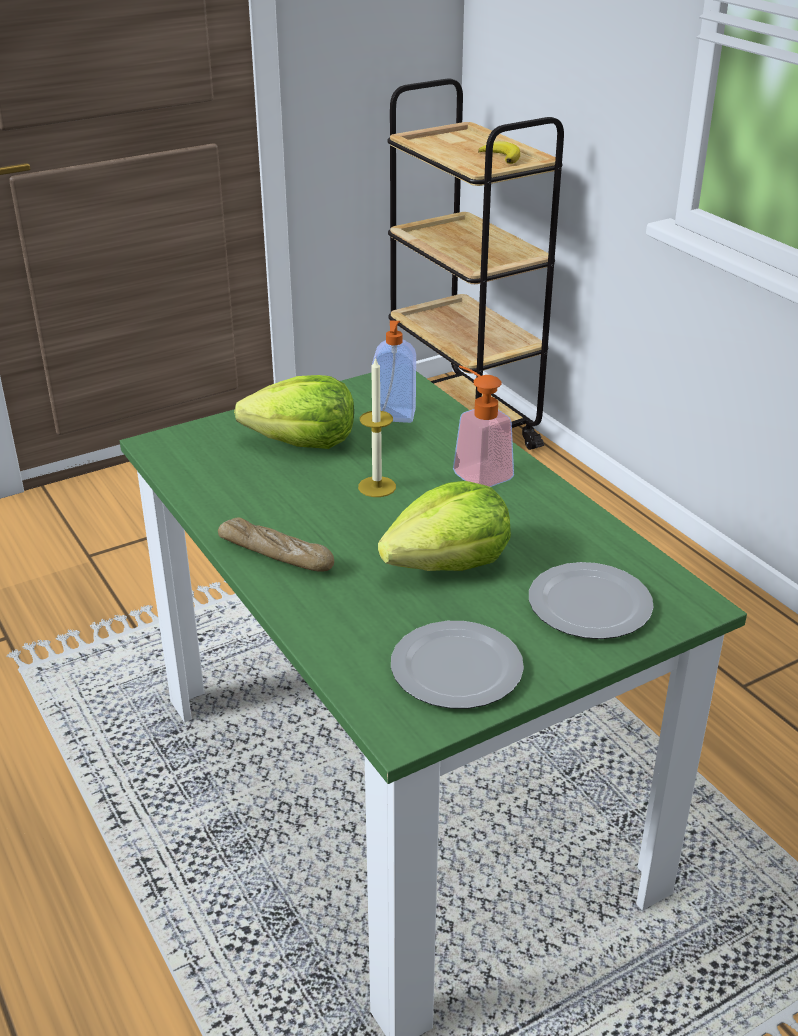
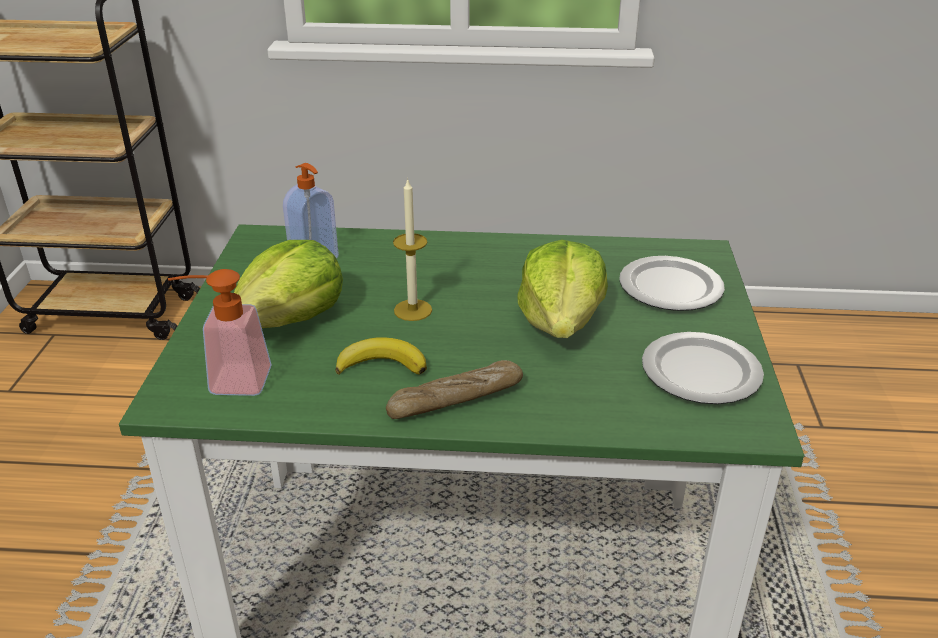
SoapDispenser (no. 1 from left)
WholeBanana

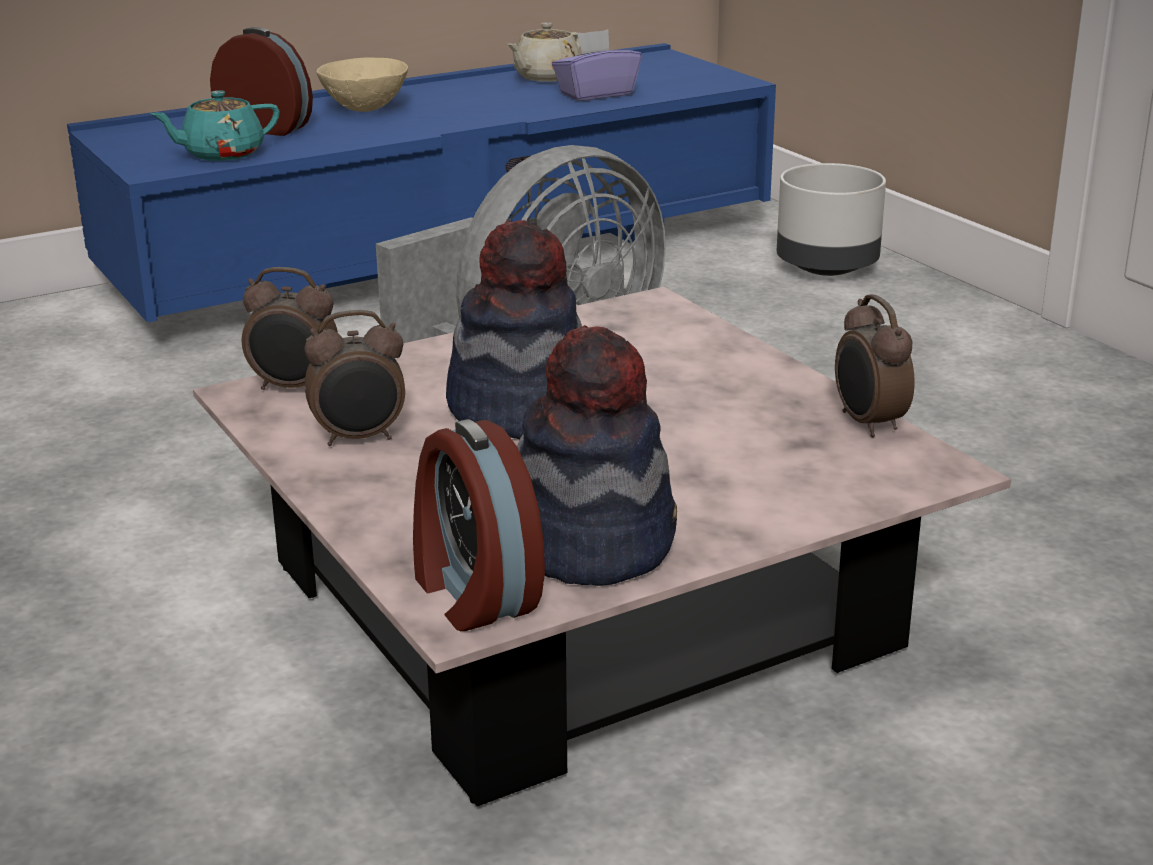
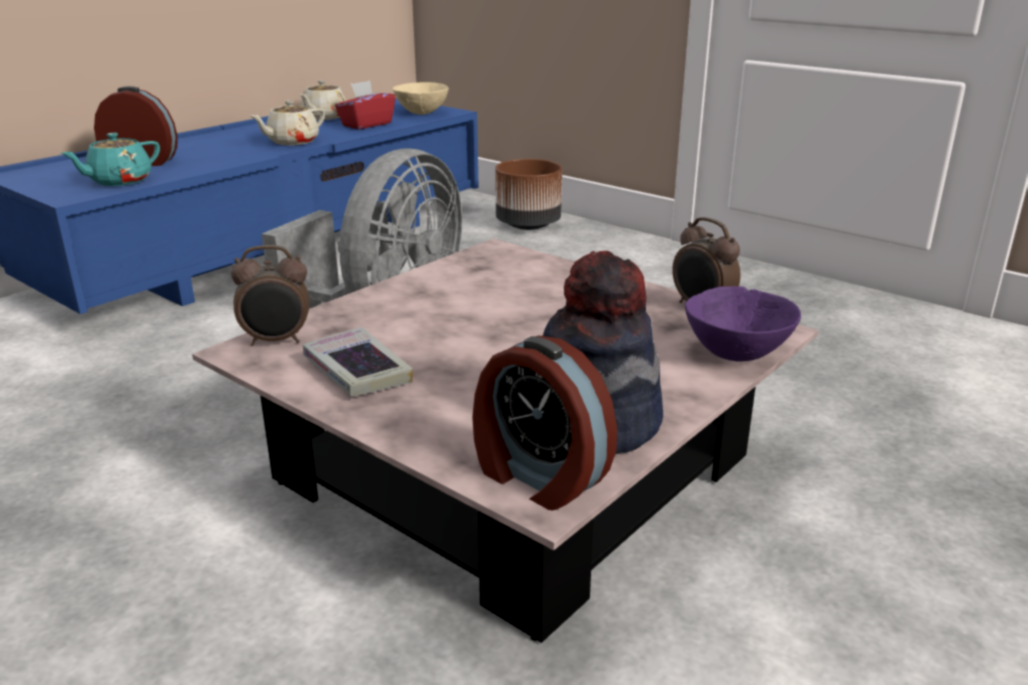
Book
BeigeColouredServingBowl
Hat (no. 1 from left in the first image)
RedTissueBox
BrownColouredFlowerPot
BeigeColouredTeapot (no. 1 from left)
PurpleServingBowl

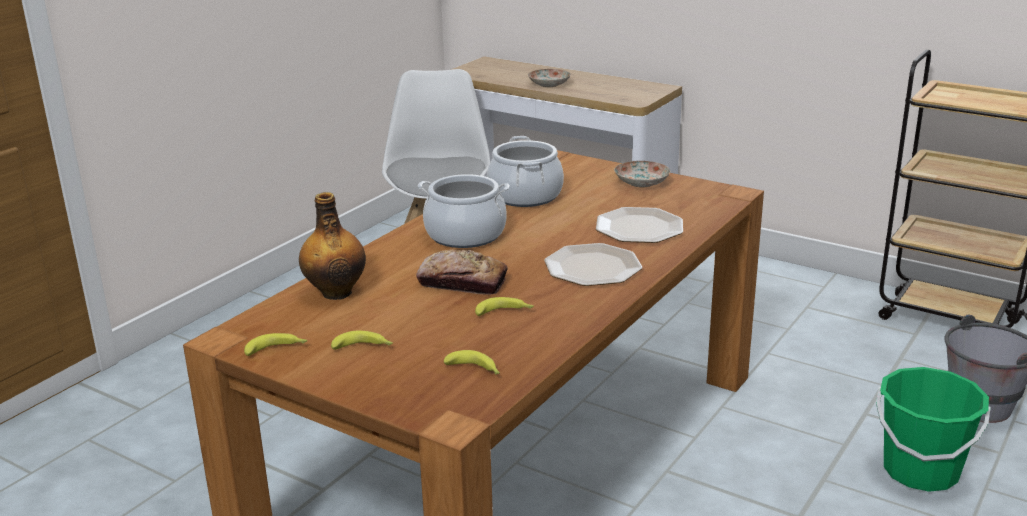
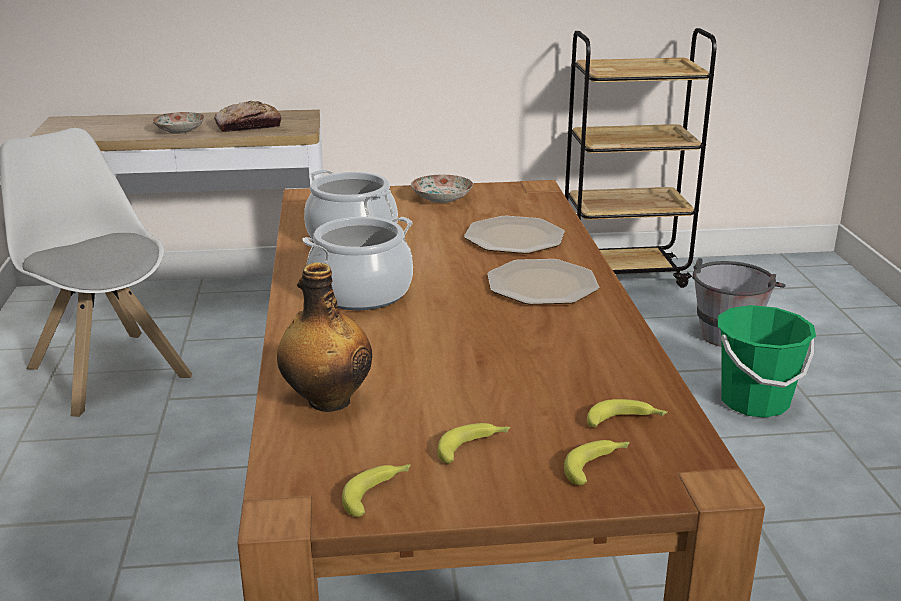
Bread
WholeBanana (no. 3 from left)

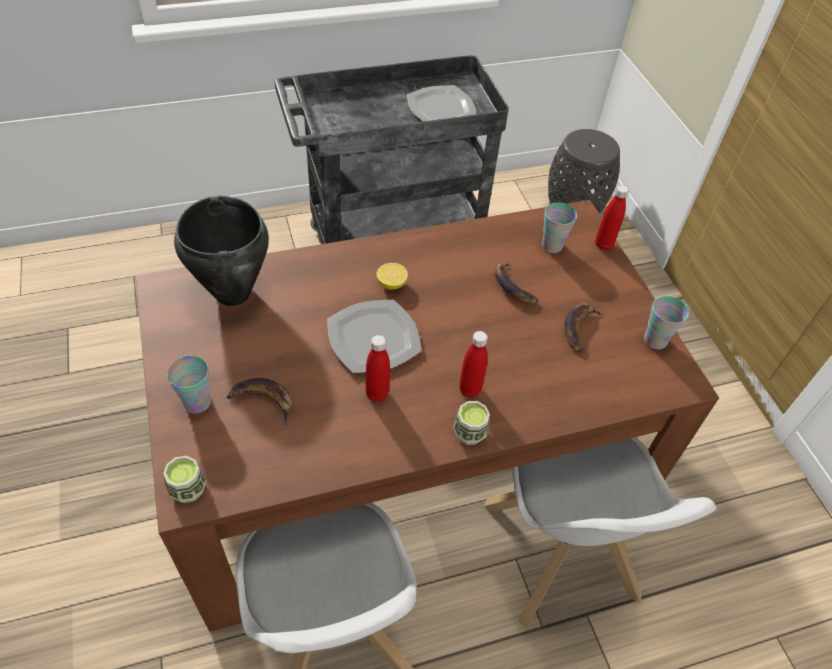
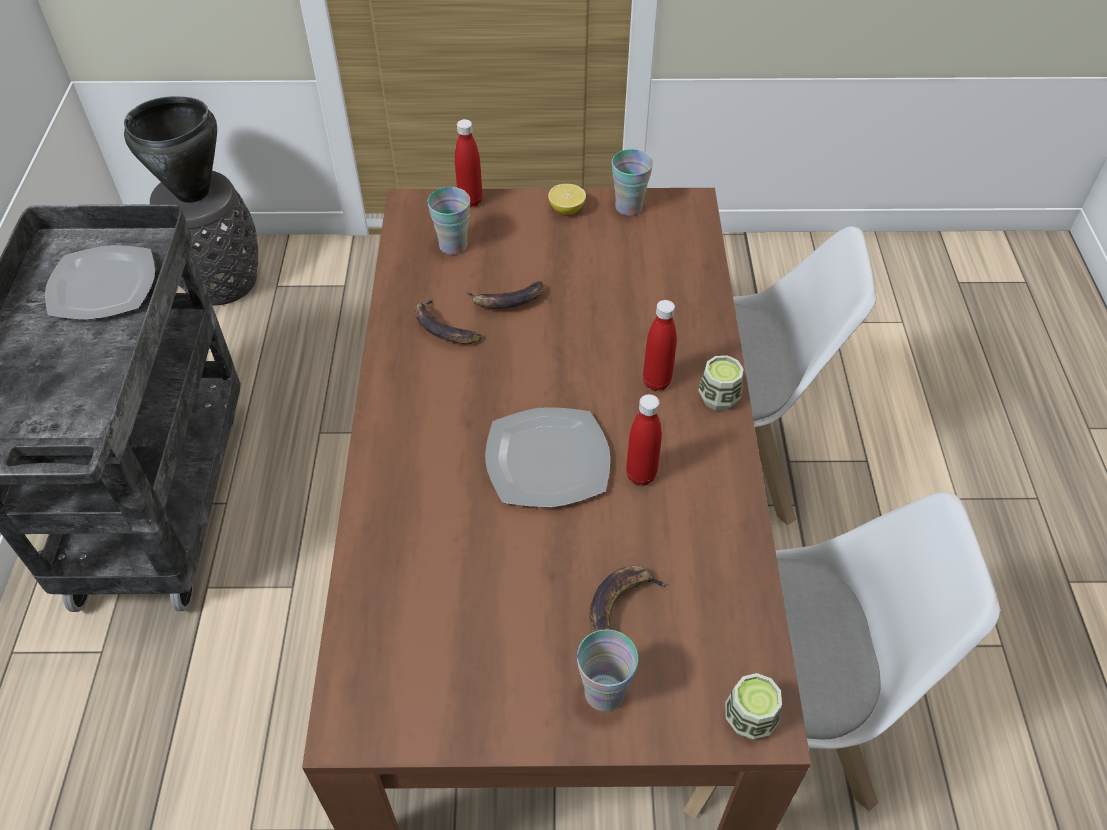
BlackColouredCookingPot
CitrusFruit
WholeBanana (no. 1 from left)

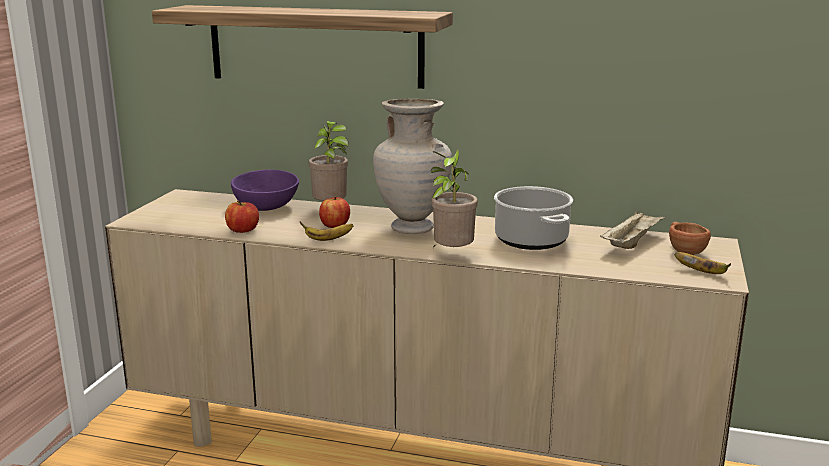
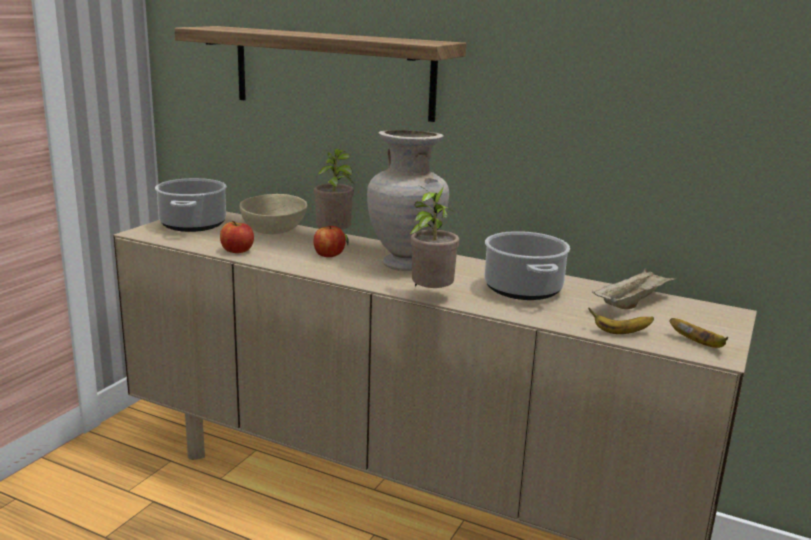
BeigeColouredServingBowl
WholeBanana (no. 1 from left)
BrownColouredSmallCup
CookingPot (no. 1 from left)

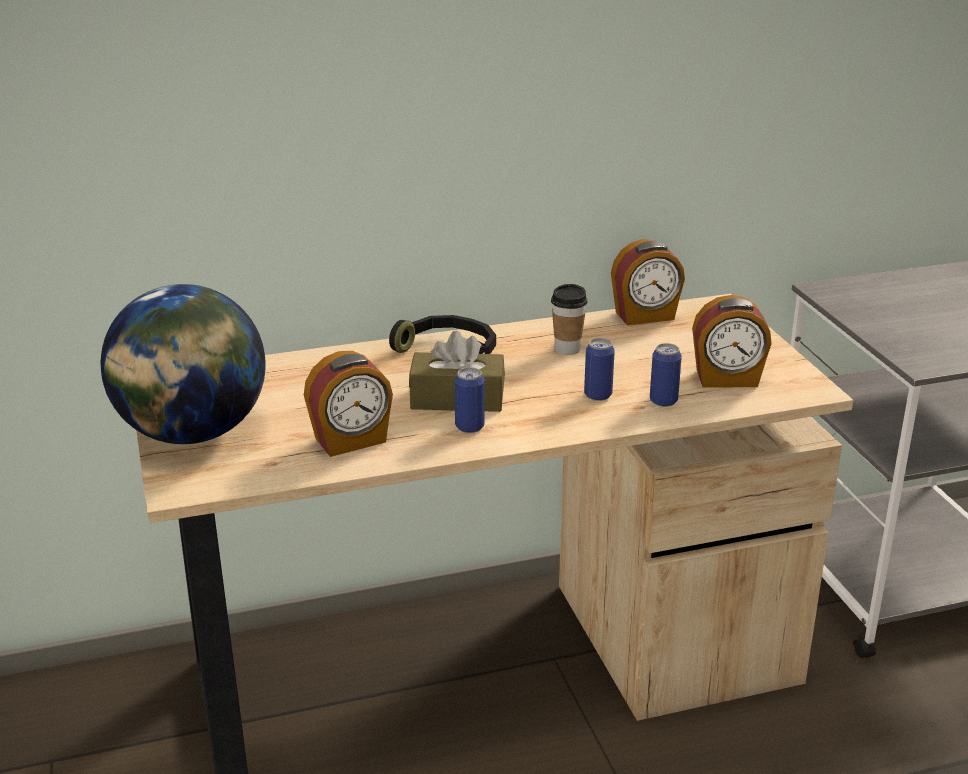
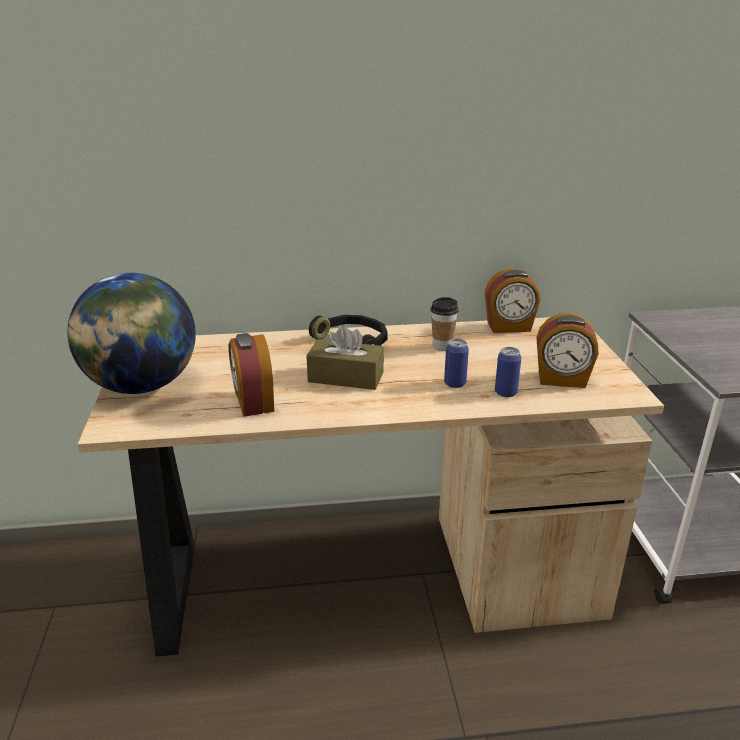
AlarmClock (no. 1 from left)
MetalCan (no. 1 from left in the first image)

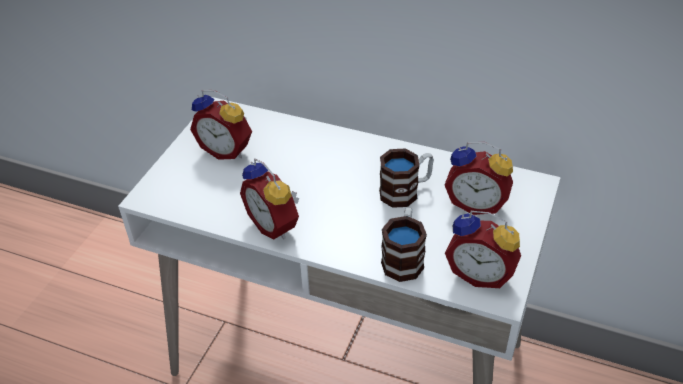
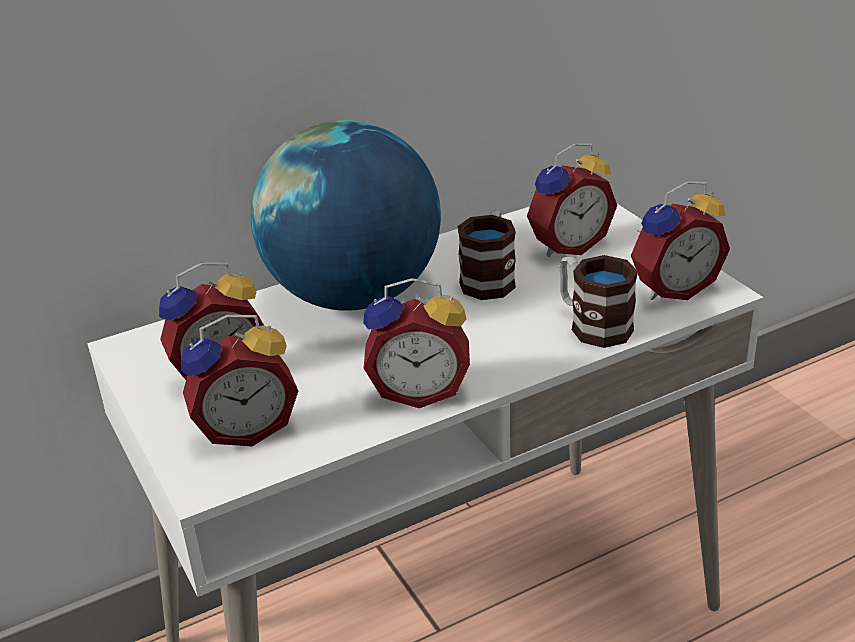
AlarmClock (no. 2 from left)
WorldGlobe

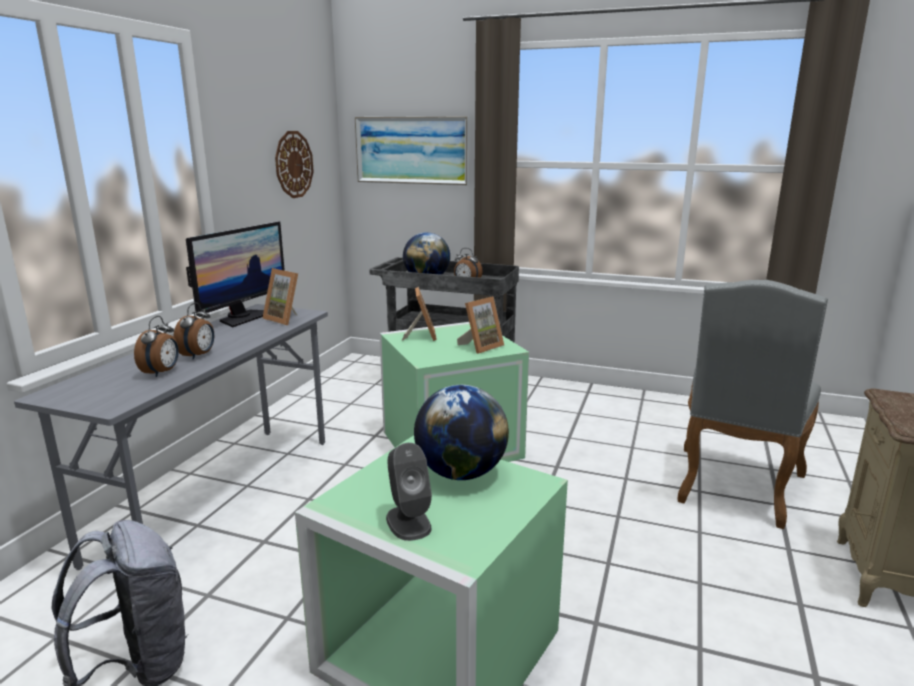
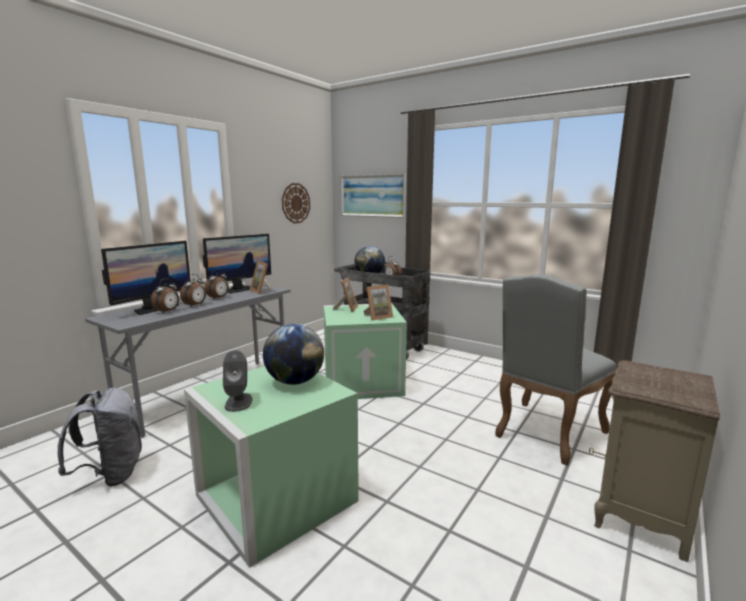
ComputerScreen (no. 1 from left)
AlarmClock (no. 3 from left)

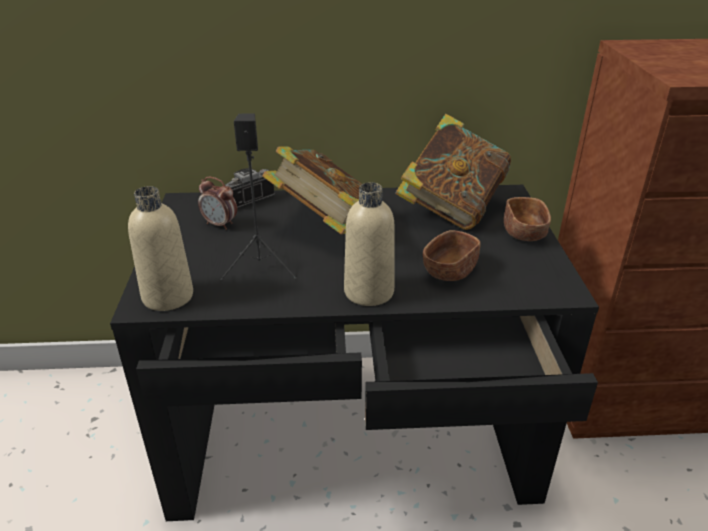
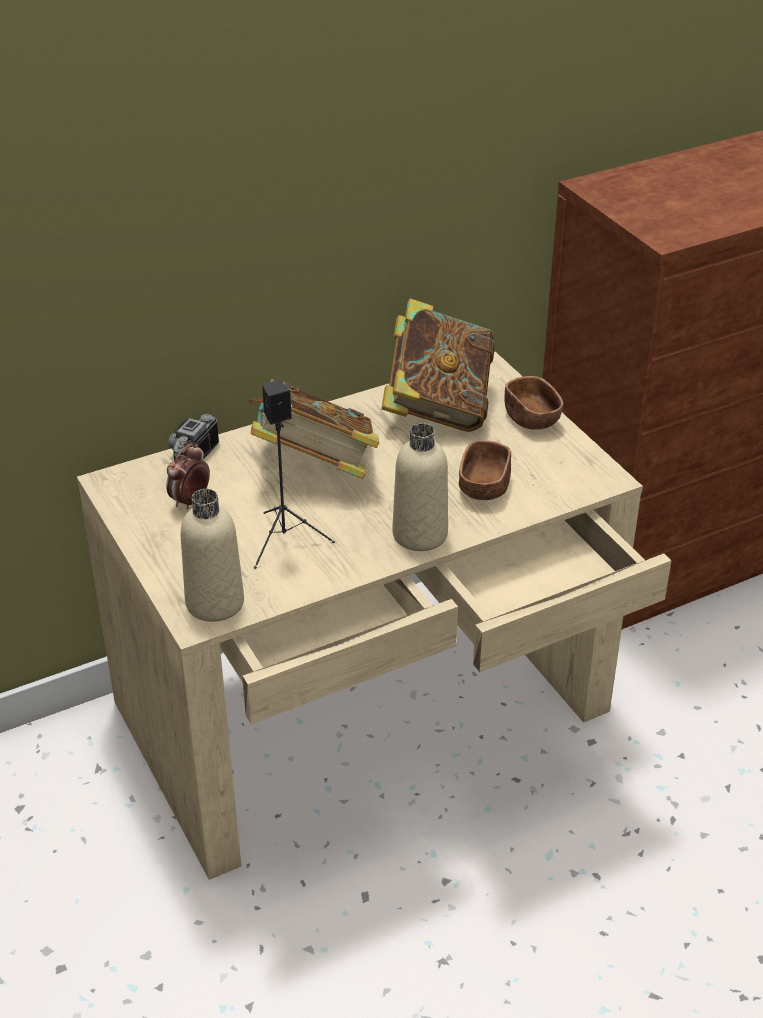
BeigeColouredDesk
AlarmClock

